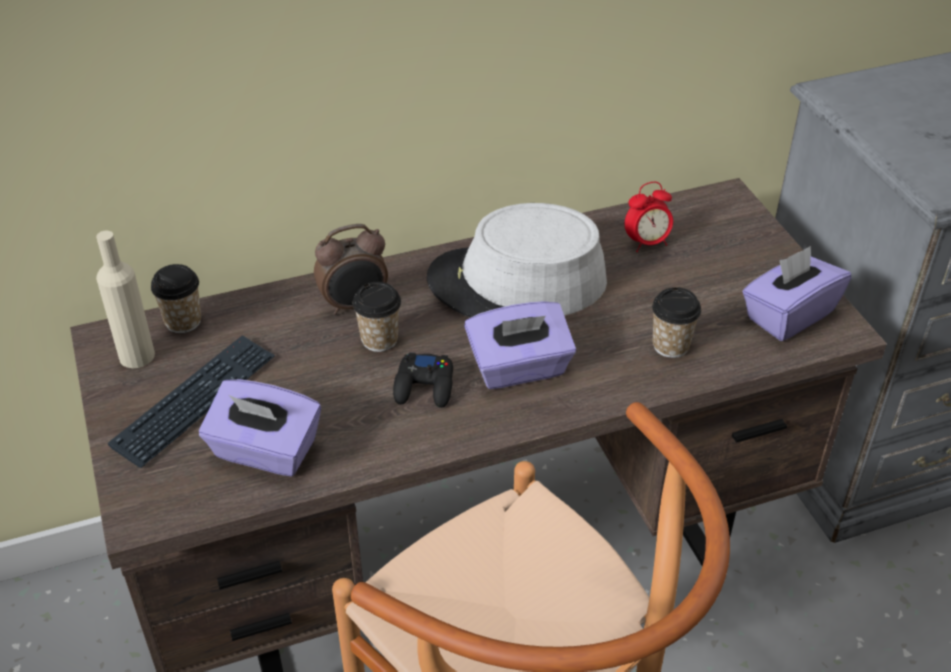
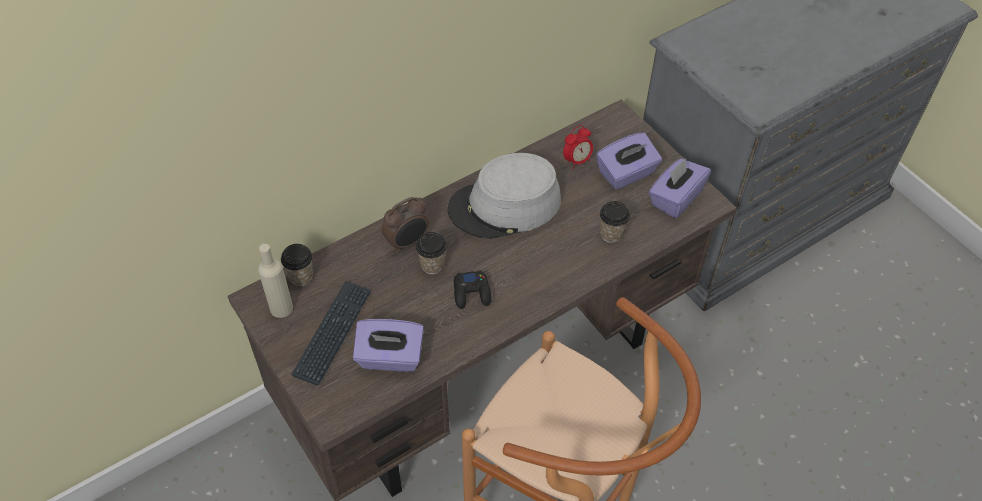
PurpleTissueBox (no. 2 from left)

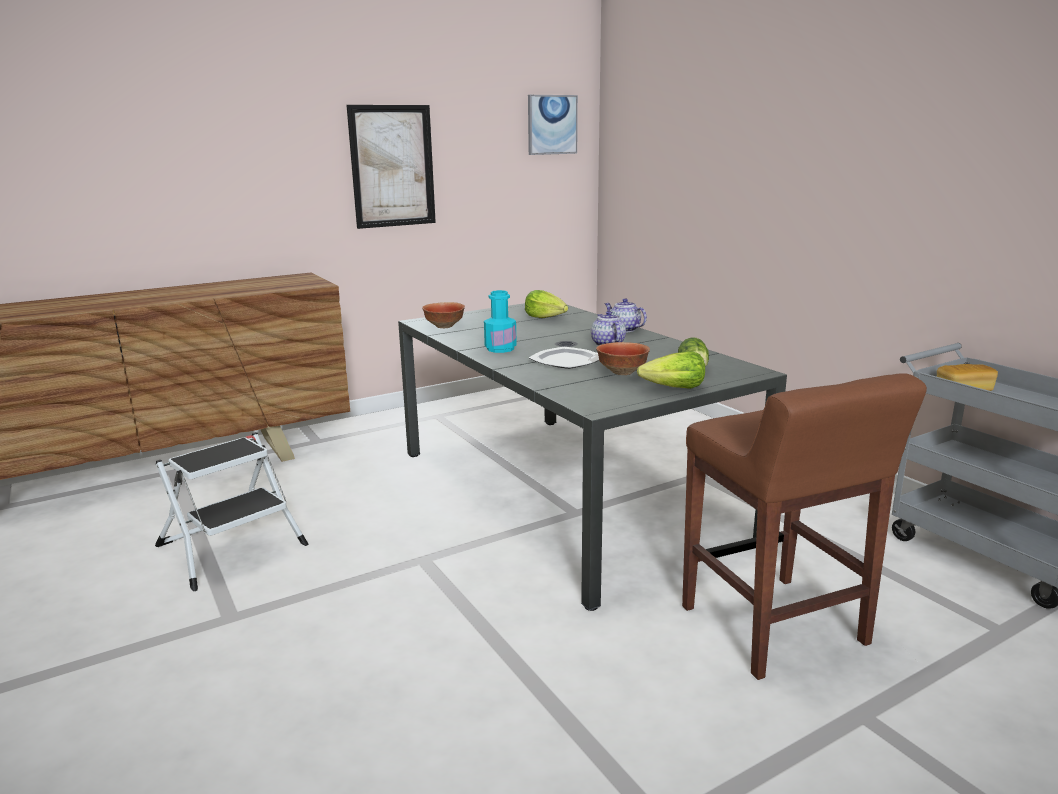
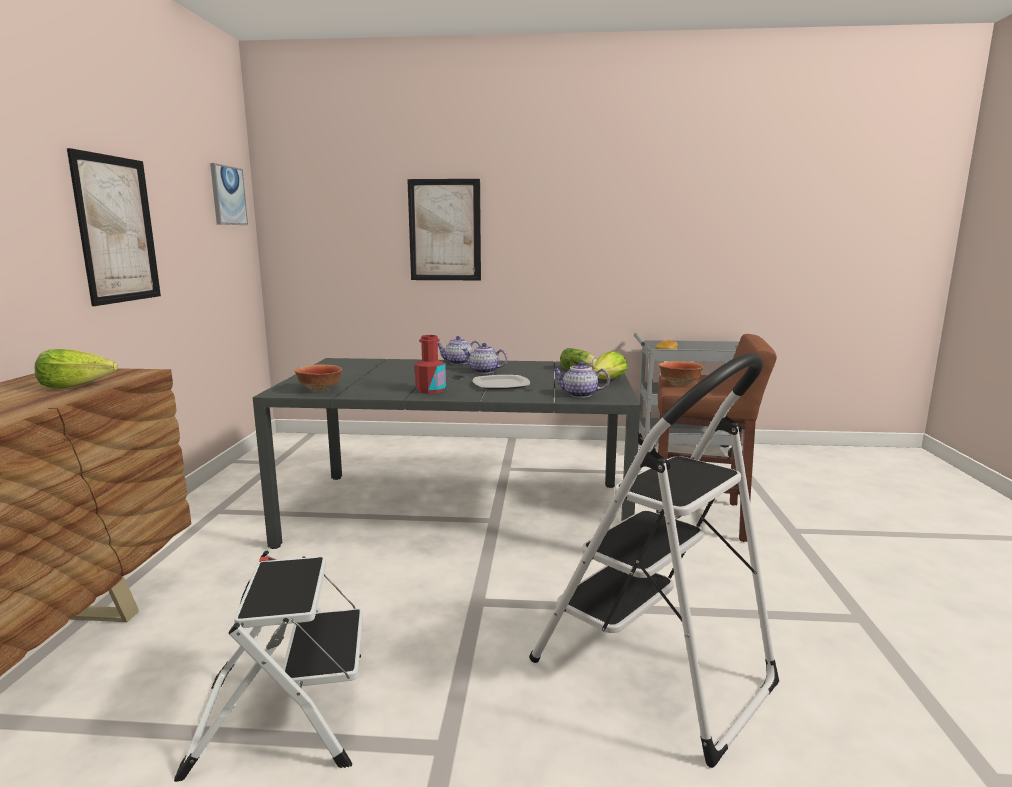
RedBottle
Lettuce (no. 1 from left)
ServingBowl (no. 2 from left)
WallArt (no. 3 from left)
Stepladder (no. 2 from left)
Teapot (no. 3 from left)

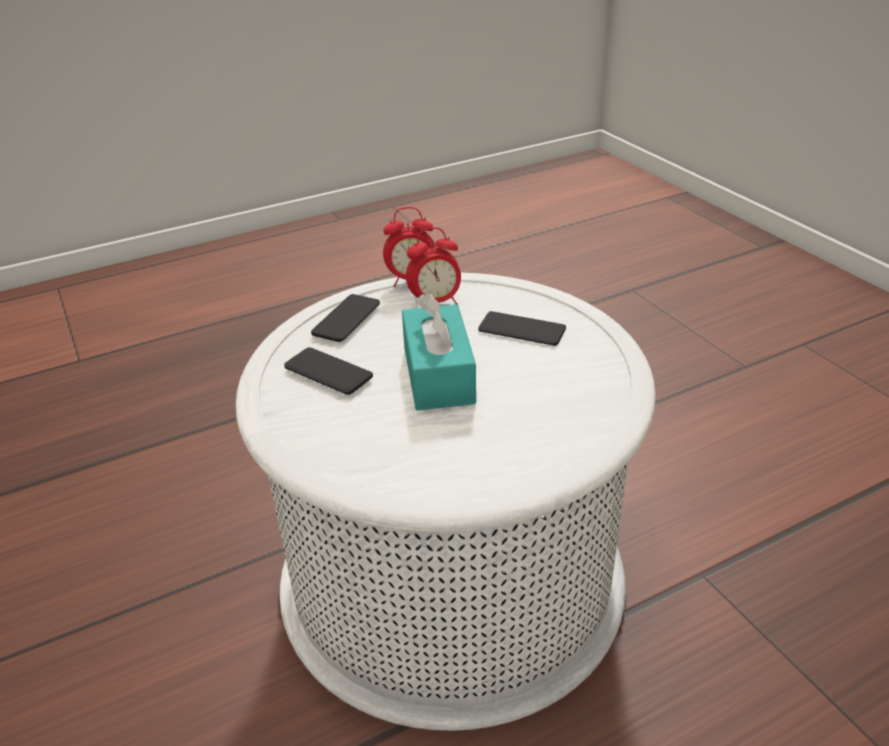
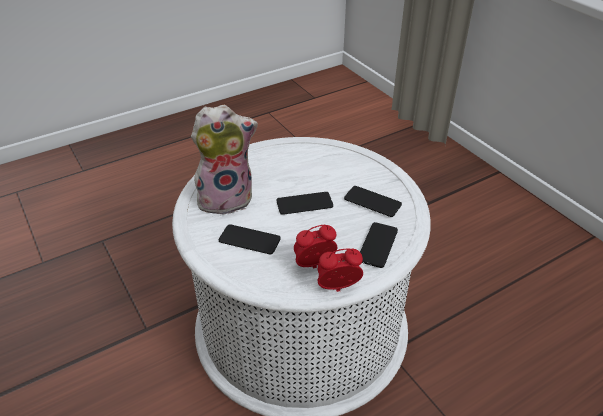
Handset (no. 2 from left)
PlushToy

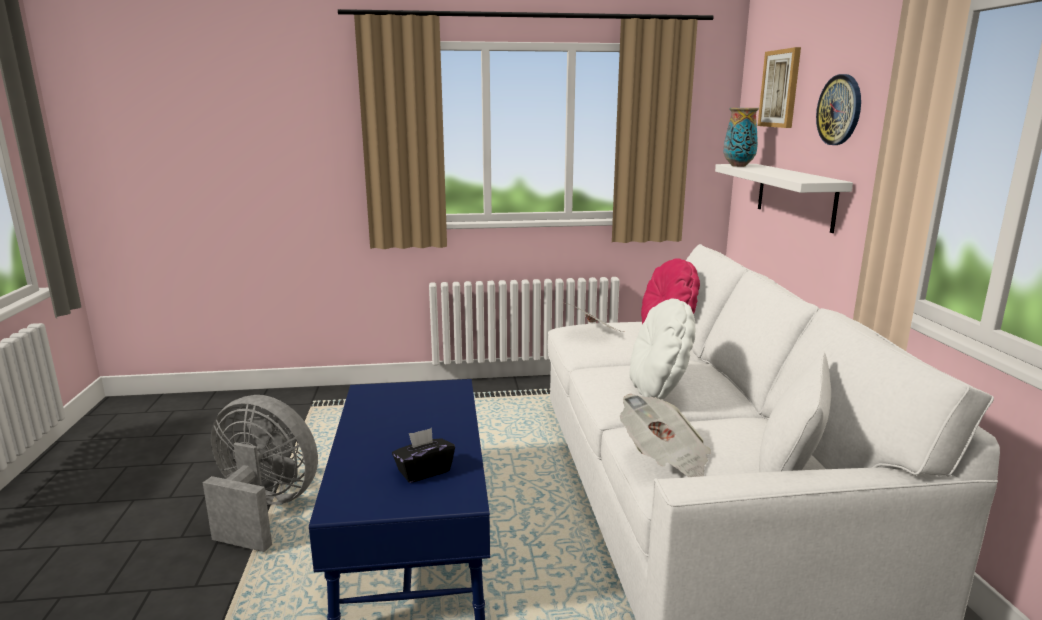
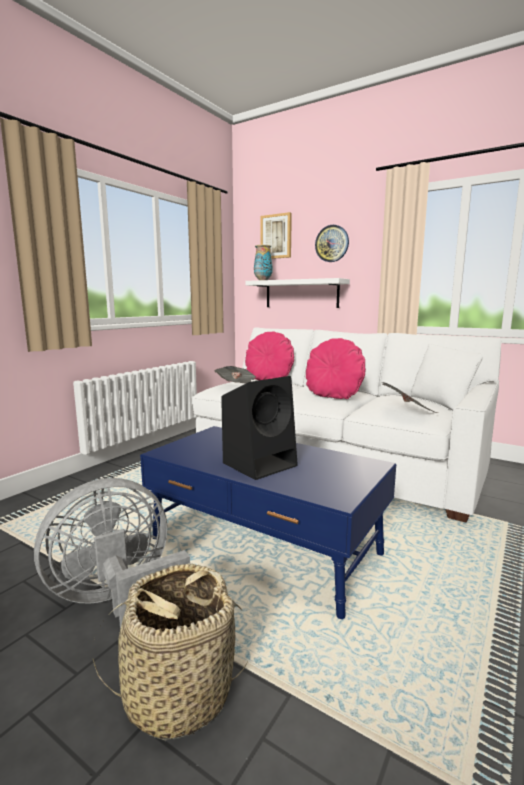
BlackColouredTissueBox
PinkishCushion (no. 2 from left)
StorageBasket
BlackColouredSpeaker

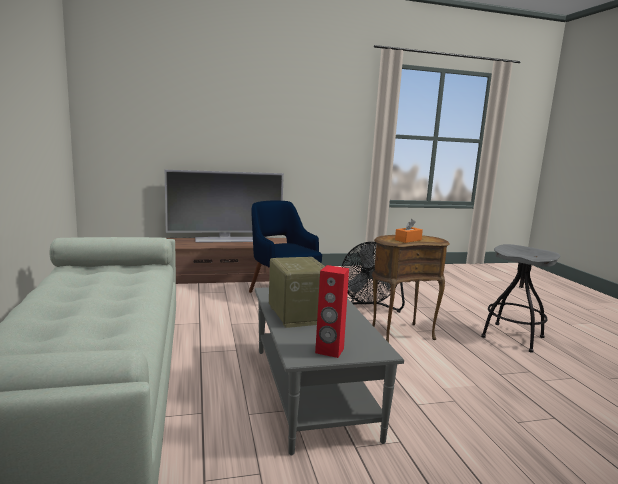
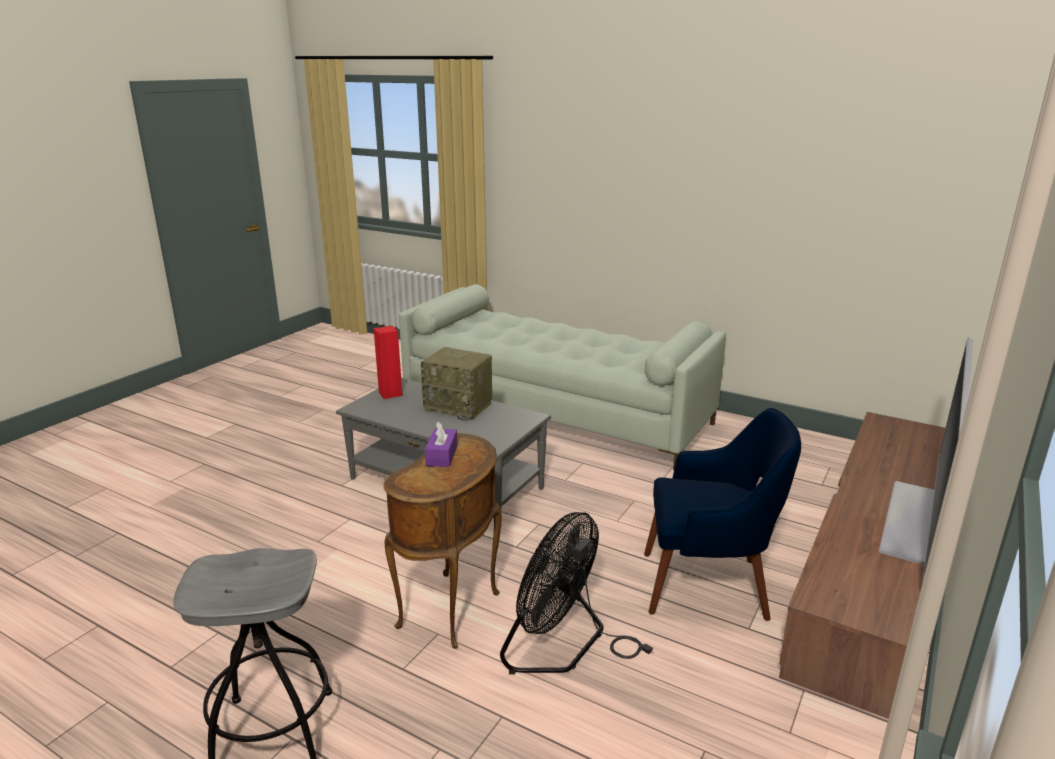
PurpleTissueBox

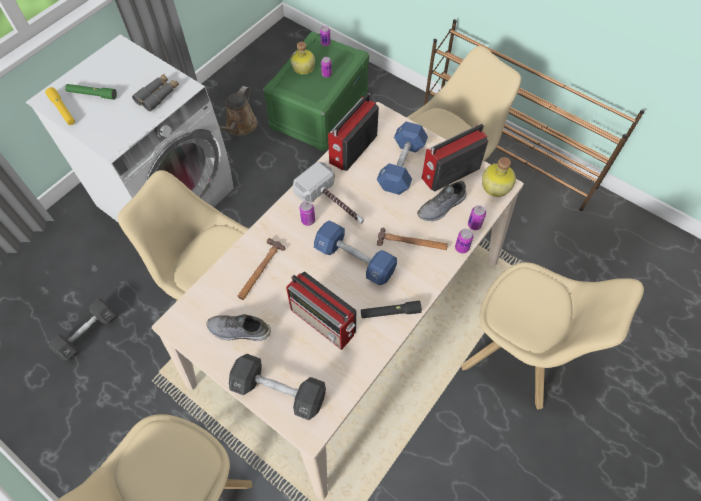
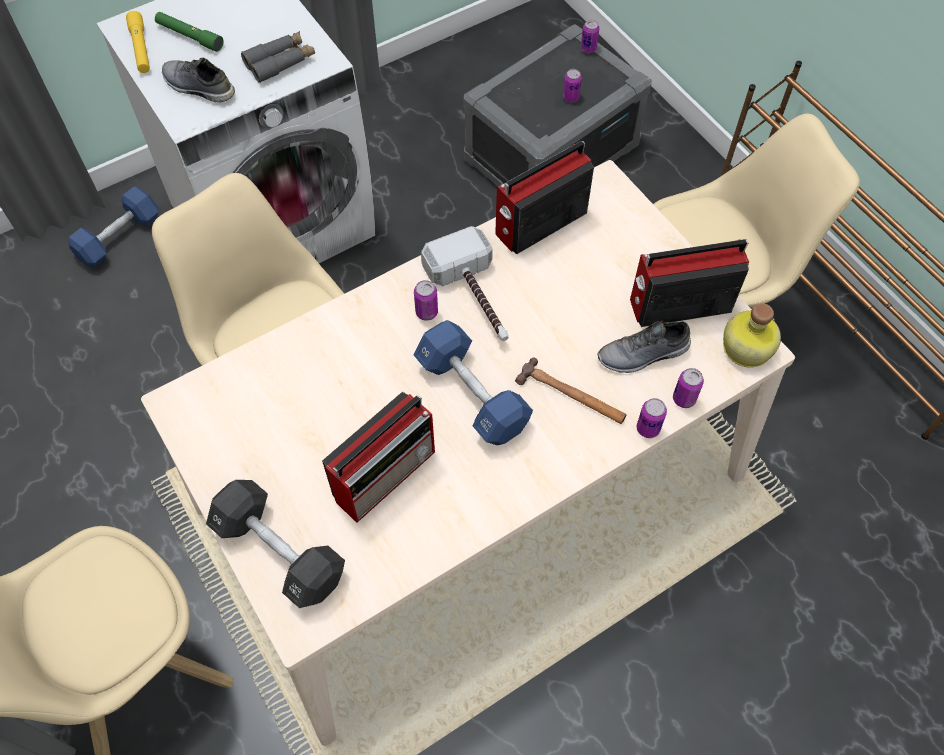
BlackColouredDumbbell (no. 1 from left in the first image)
GreyItemOfFootwear (no. 1 from left)
BrownColouredWateringCan
Hammer (no. 1 from left in the first image)
GreyStorageBin
RadioReceiver (no. 1 from left)
Bottle (no. 1 from left in the first image)
BlackColouredFlashlight
BluishDumbbell (no. 1 from left)
BeigeColouredUprightChair (no. 4 from left in the first image)

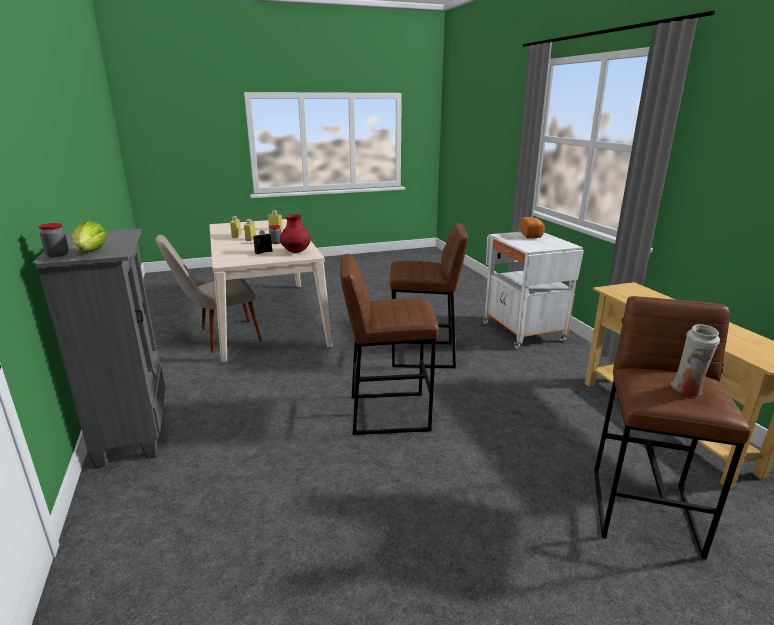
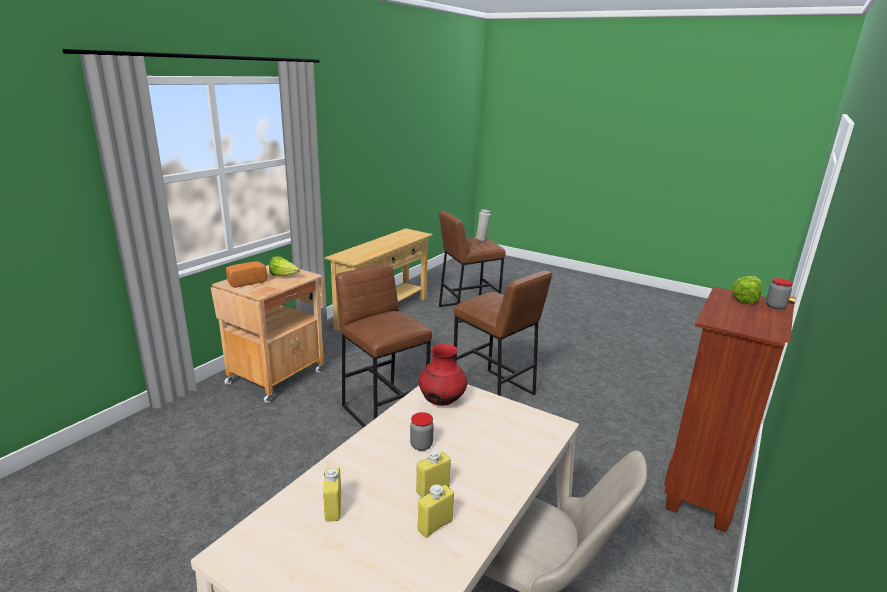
BrownColouredCupboard
BlackColouredBottle
BrownColouredTrolley
Lettuce (no. 1 from left)

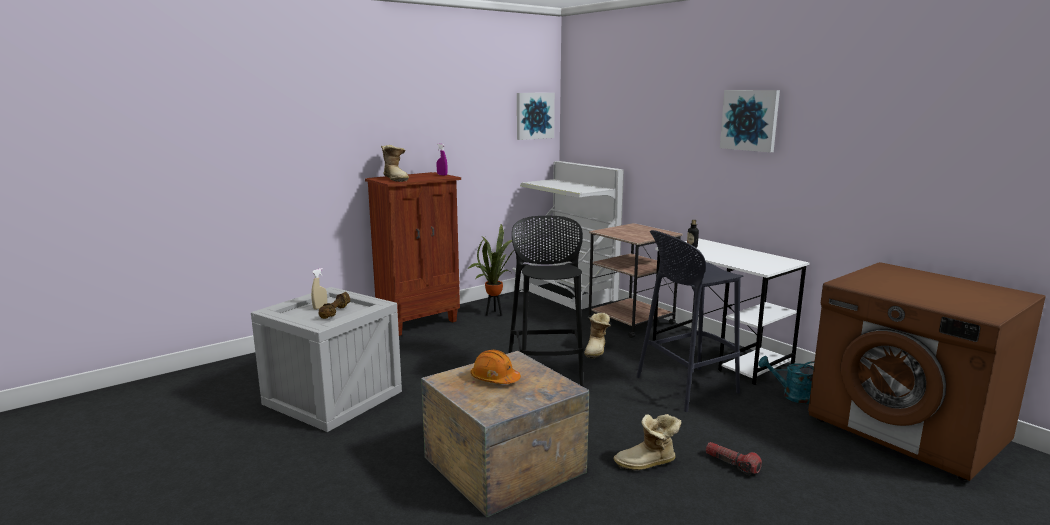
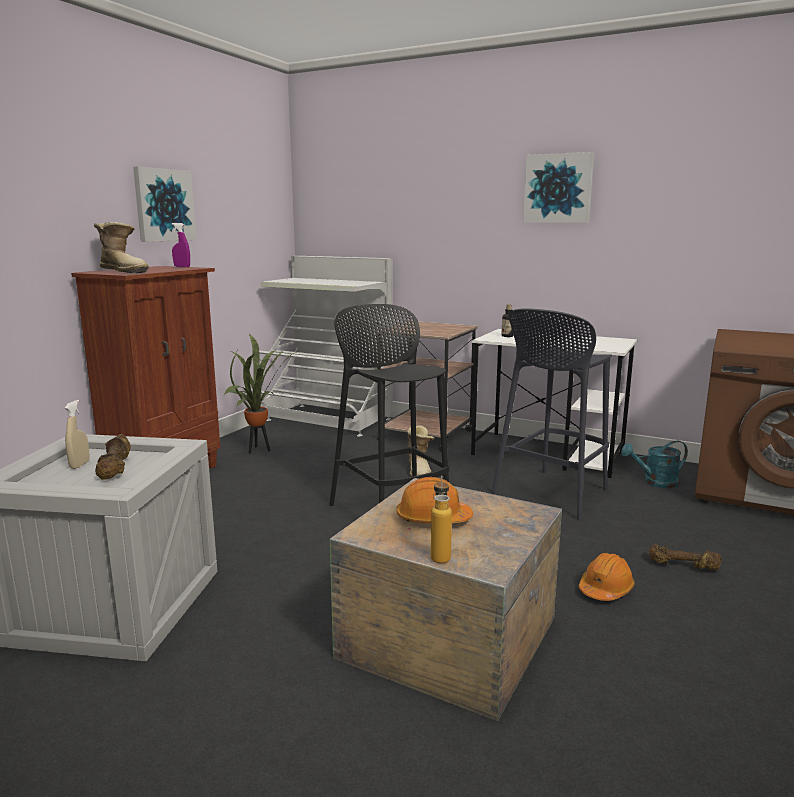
WallArt (no. 1 from left)
OrangeSafetyHelmet (no. 2 from left)
BrownColouredDumbbell (no. 2 from left)
Bottle (no. 1 from left)

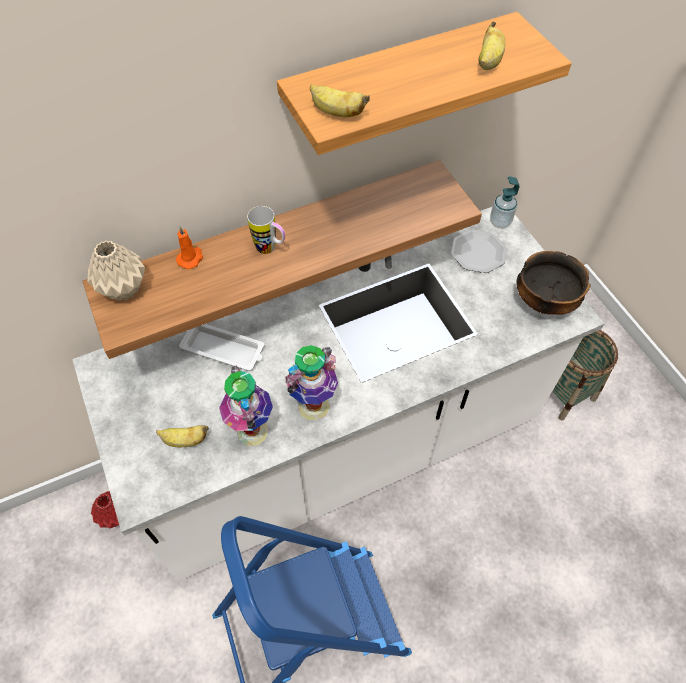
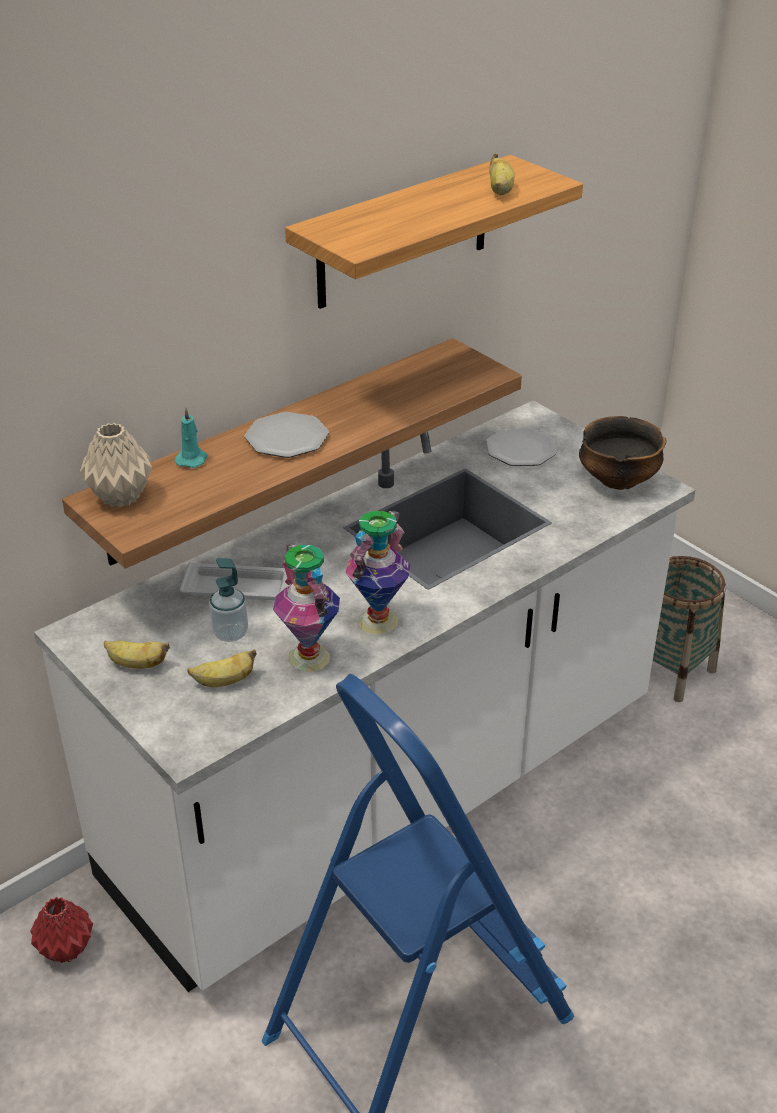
TurquoiseColouredCandle
Plate (no. 1 from left)
WholeBanana (no. 1 from left)
SoapDispenser

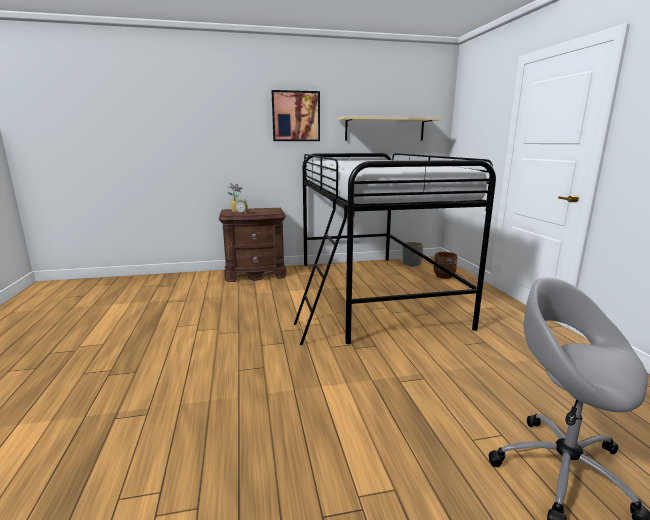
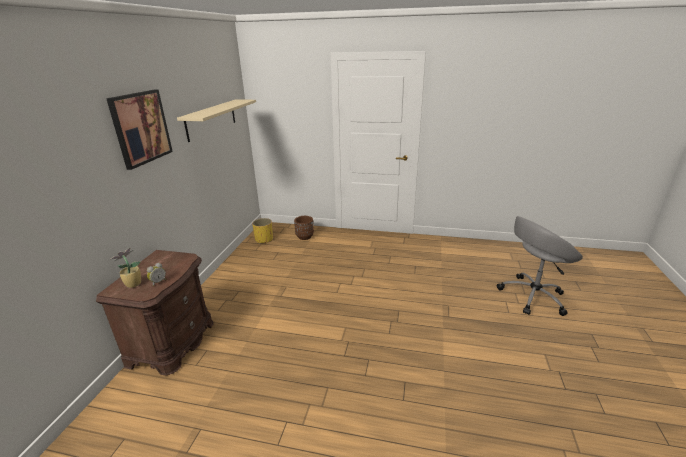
BlackColouredBedroomBed
YellowColouredFlowerPot

